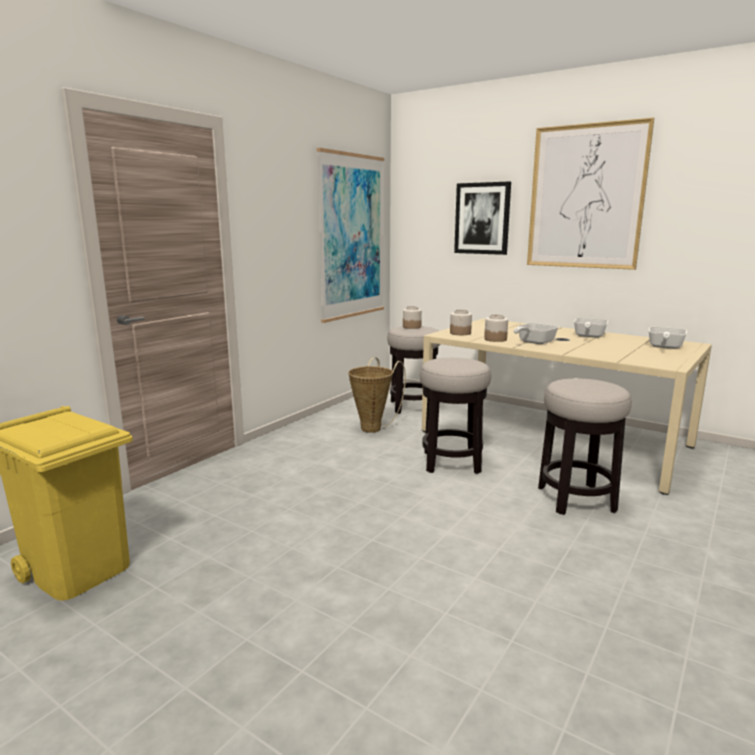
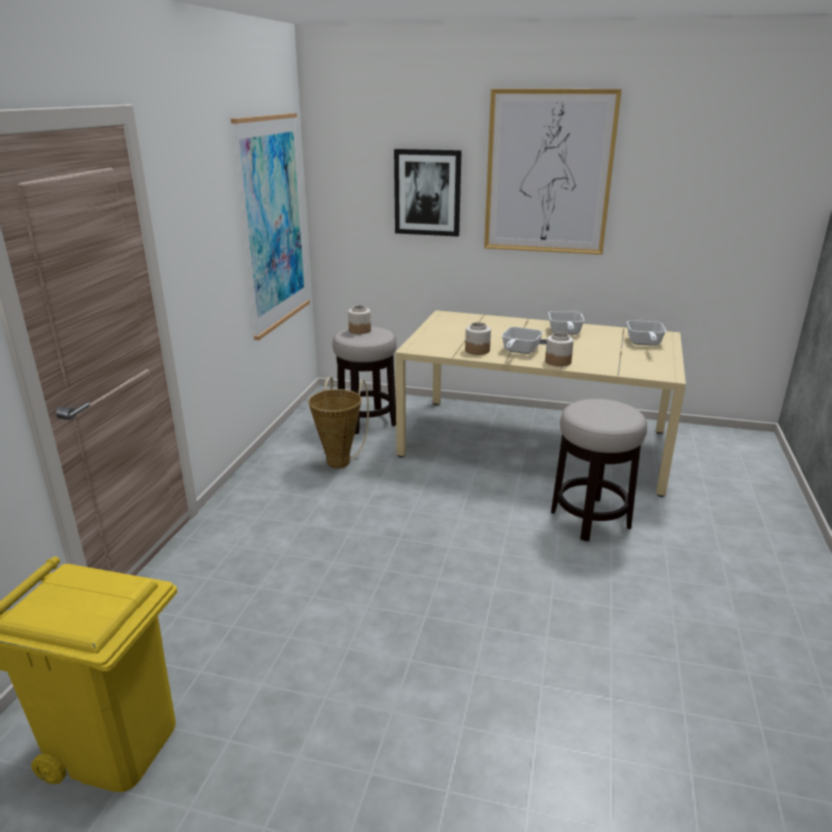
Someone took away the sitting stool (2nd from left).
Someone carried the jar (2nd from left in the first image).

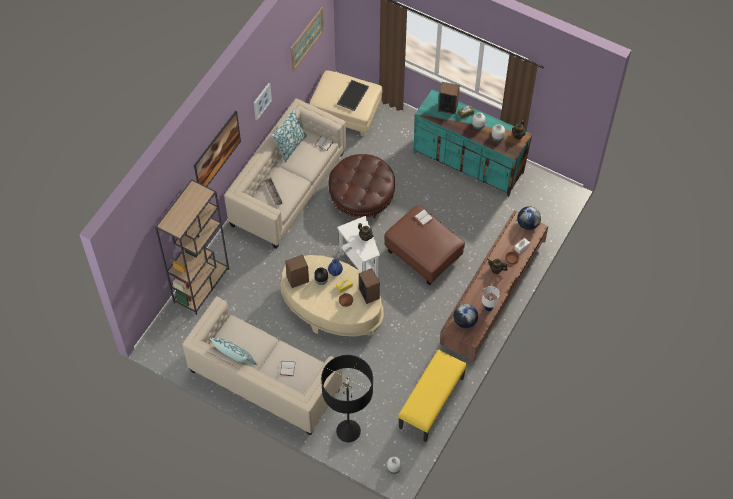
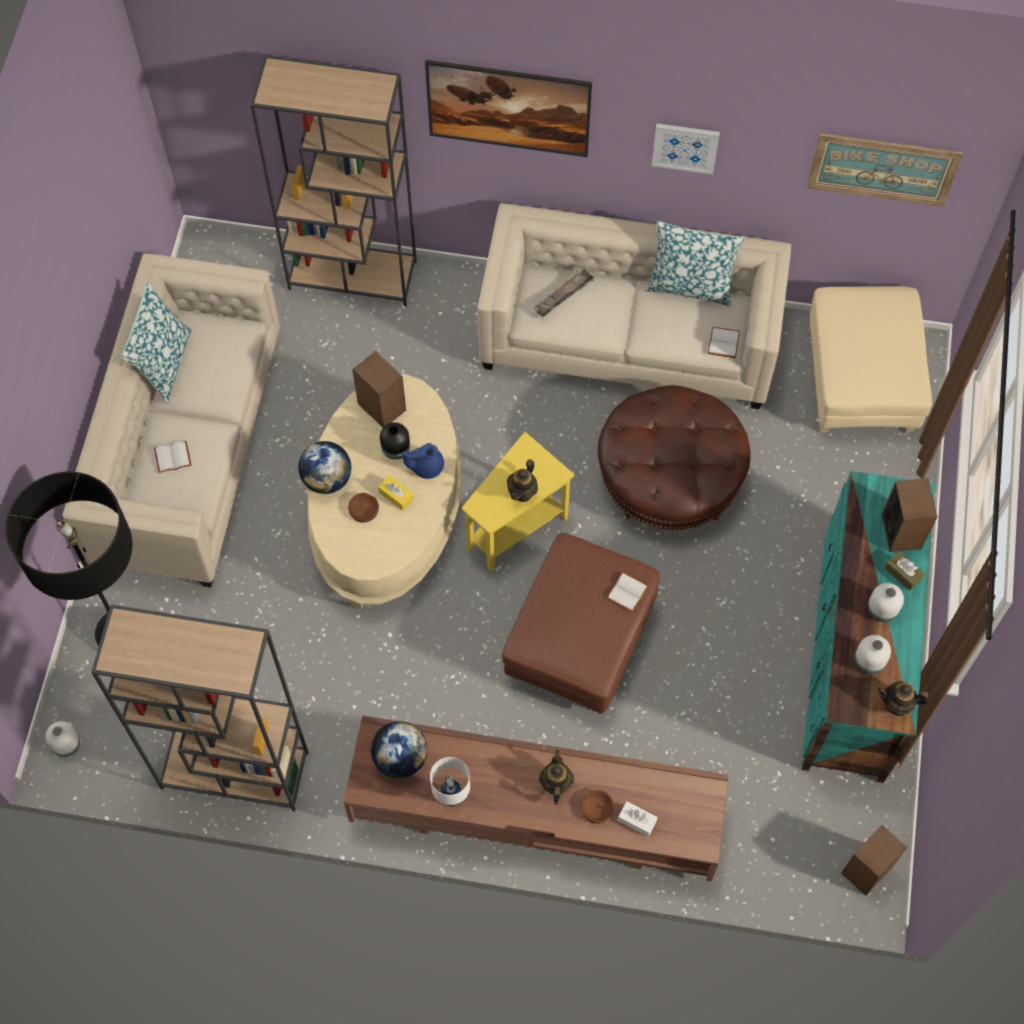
Someone took away the serving tray (2nd from left).
Someone repainted the whitish side table, which became the yellow-coloured side table.
Someone carried the speaker (2nd from left).
Someone swapped the yellow-coloured bench for the shelving unit (1st from left).
Someone carried the globe (2nd from left in the first image).

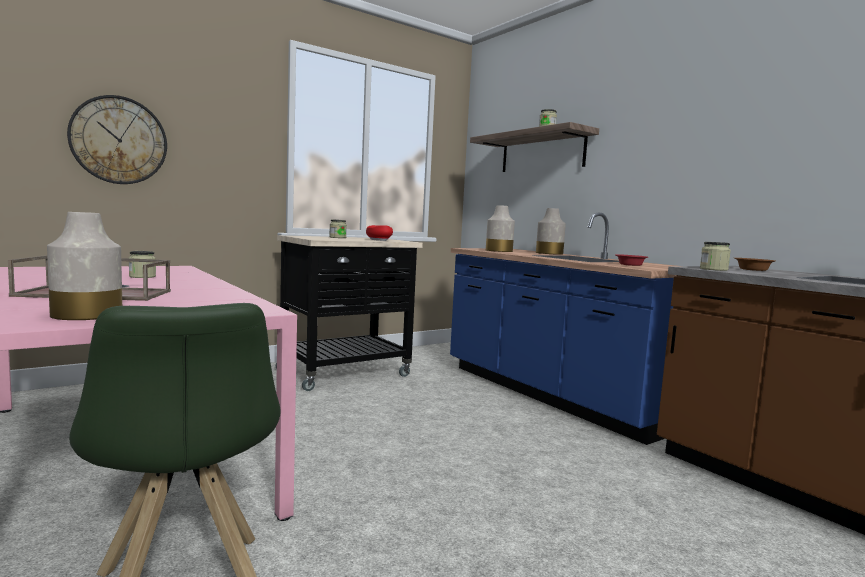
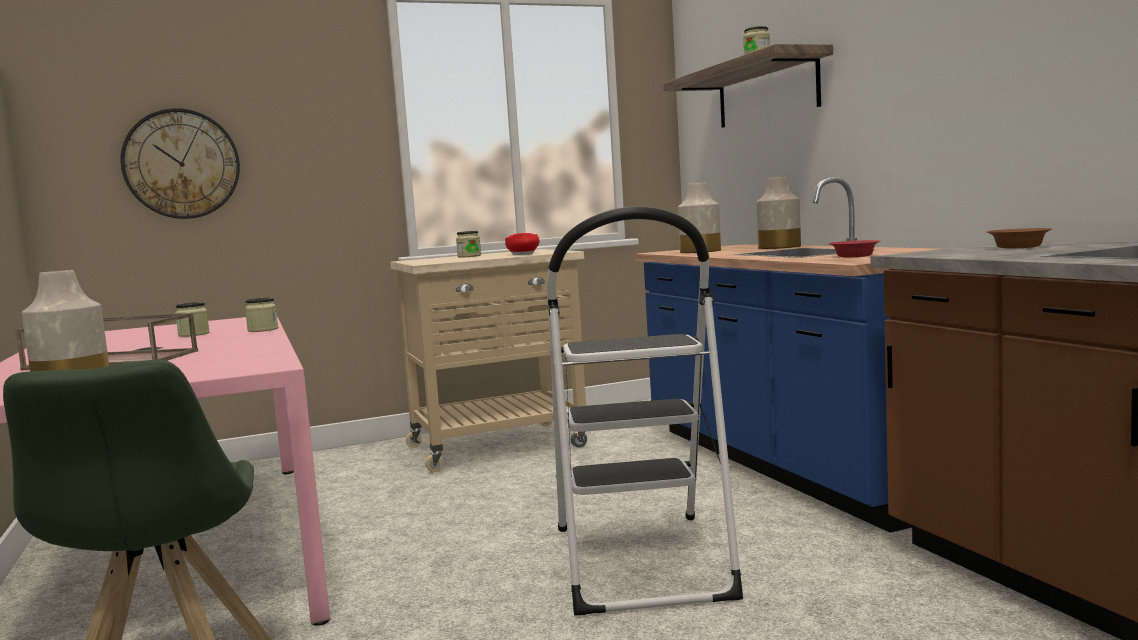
Someone repainted the black trolley, which became the beige-coloured trolley.
Someone carried the jar (4th from left in the first image).
Someone put down the step ladder.

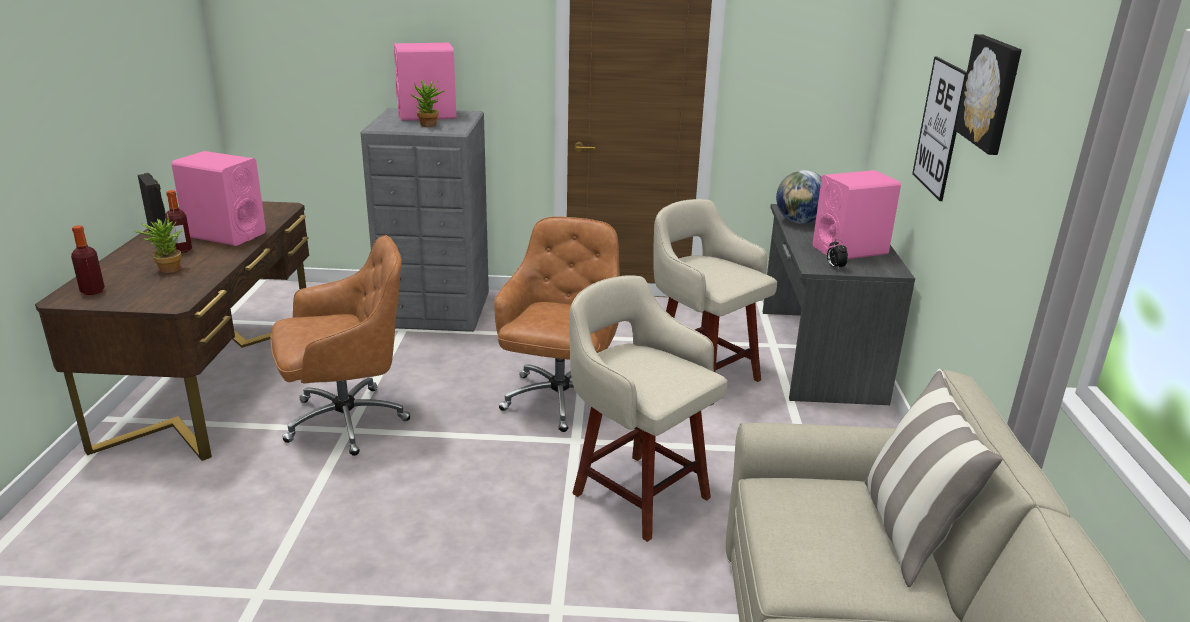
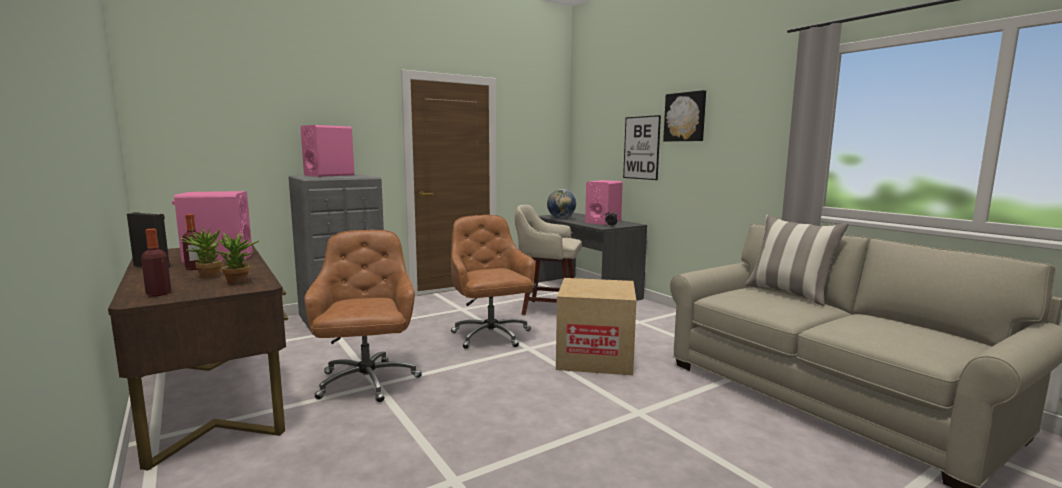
Someone rotated the brown desk chair (1st from left) by 45 degrees counterclockwise.
Someone carried the plant in a pot (2nd from left).
Someone swapped the beige-coloured sitting stool (1st from left) for the packing box.

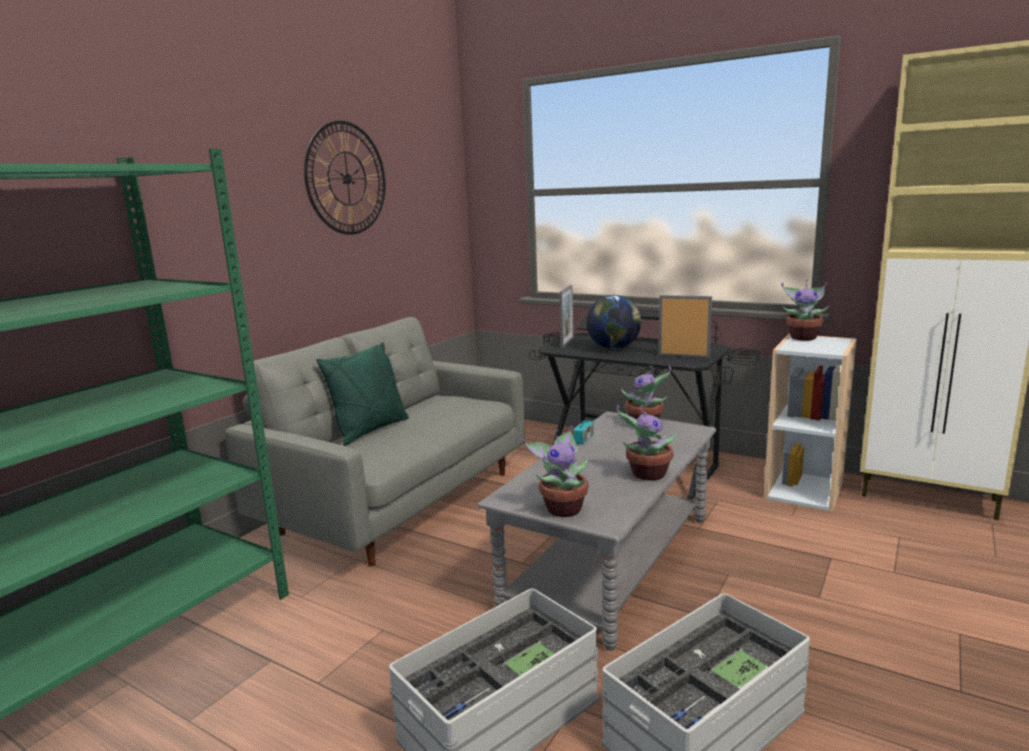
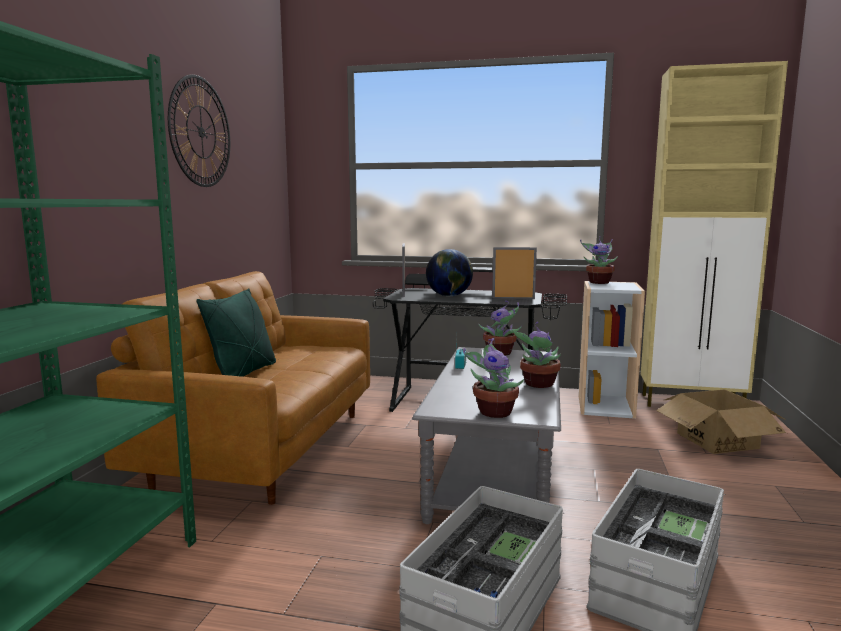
Someone repainted the greyish sofa, which became the brown sofa.
Someone put down the packing box.

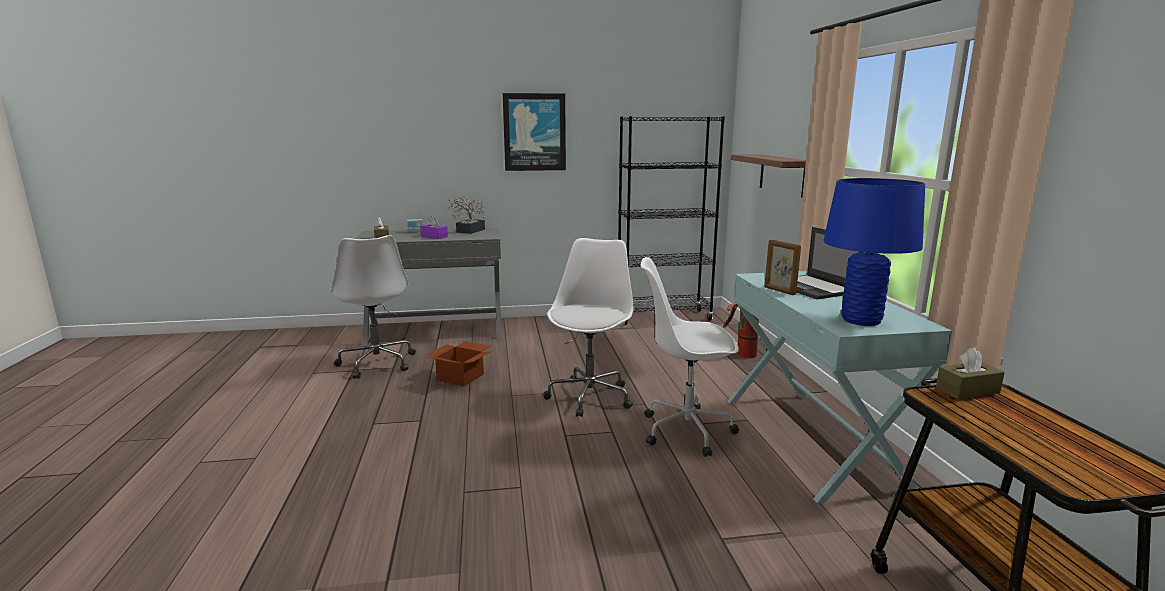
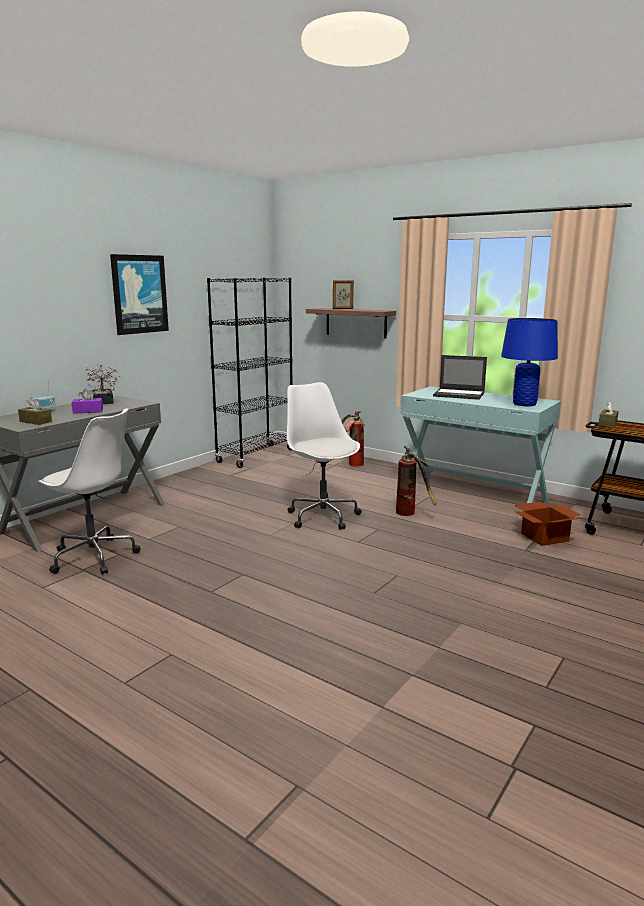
Someone carried the packing box.
Someone swapped the whitish desk chair (3rd from left) for the fire extinguisher (2nd from left).
Someone carried the standing frame.

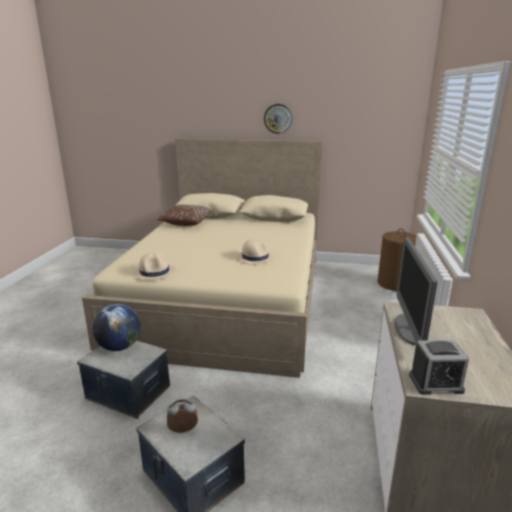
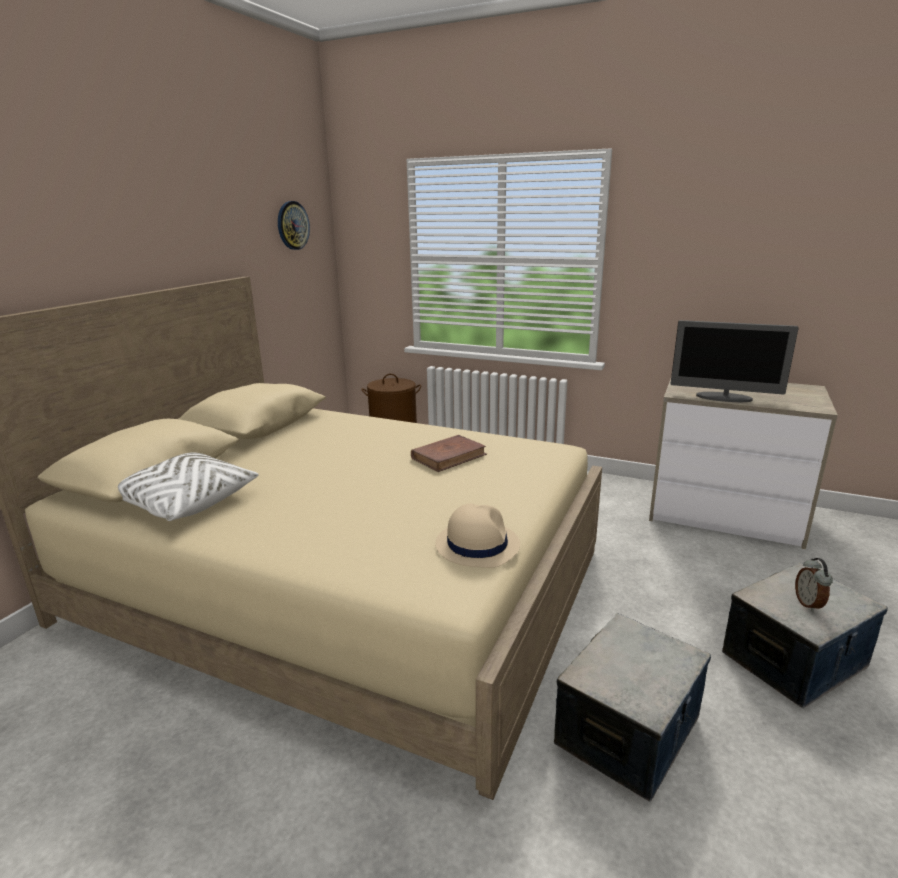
Someone took away the globe.
Someone repainted the brown pillow, which became the whitish pillow.
Someone swapped the beige-coloured clothing hat (2nd from left) for the brown book.
Someone carried the wall clock.
Someone took away the bedside clock (2nd from left).

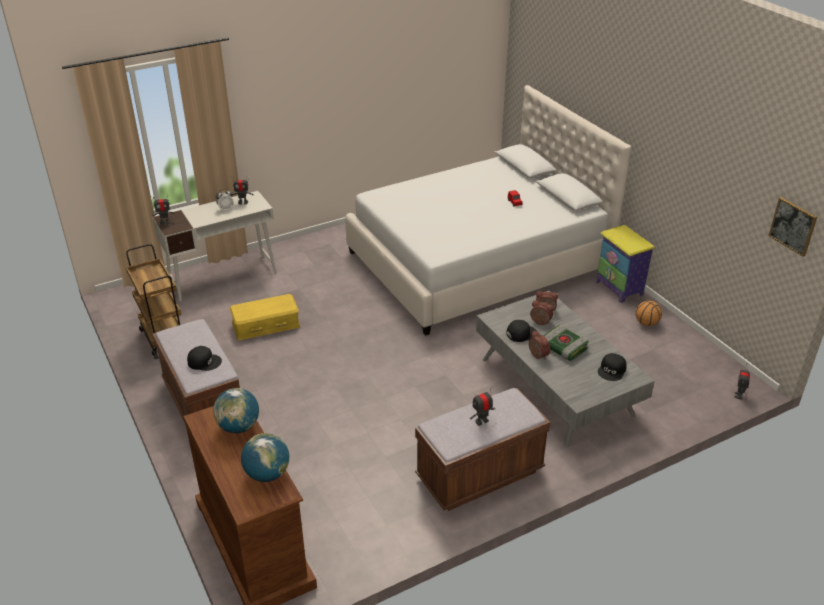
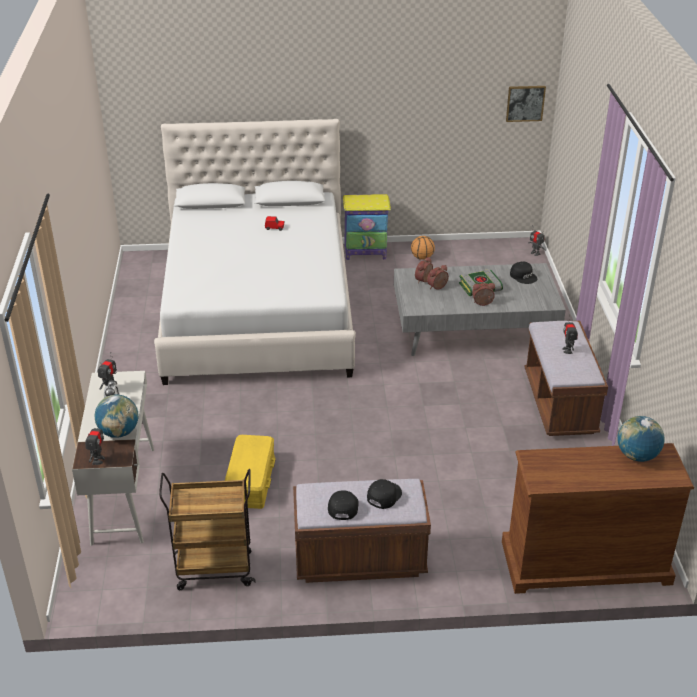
Someone carried the globe (1st from left).
Someone carried the black peaked cap (2nd from left in the first image).

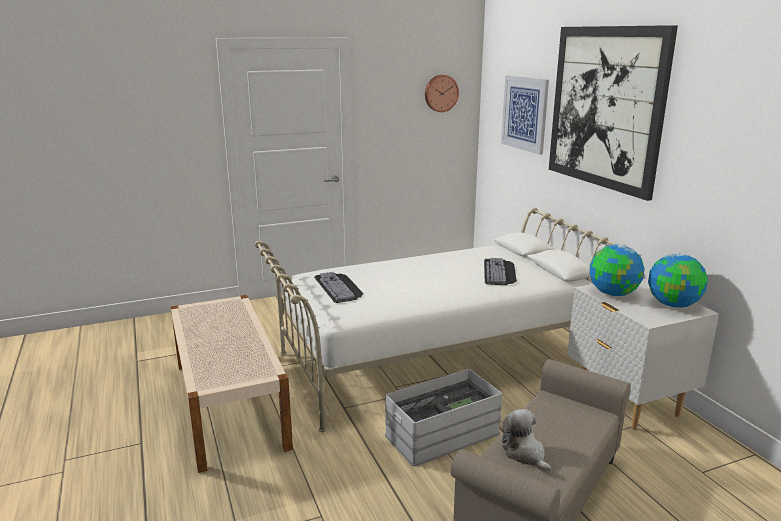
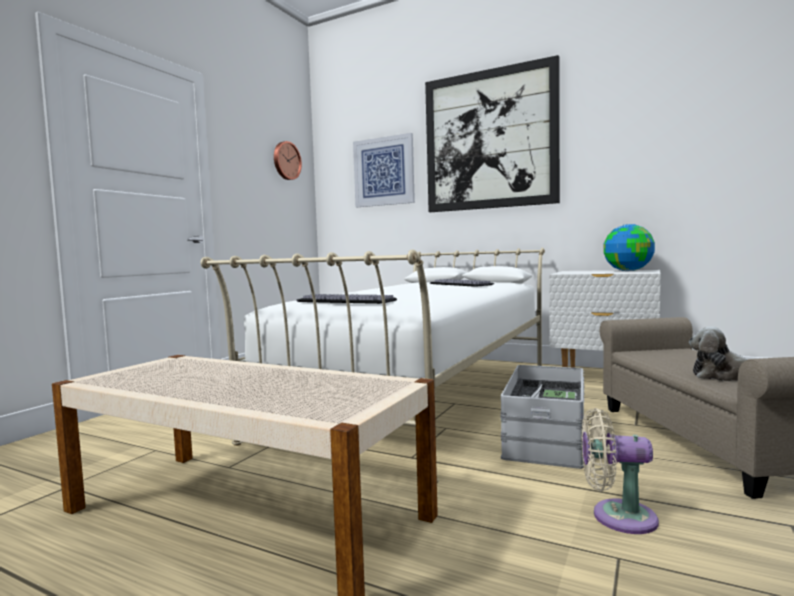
Someone took away the globe (1st from left).
Someone put down the beige-coloured electric fan.

